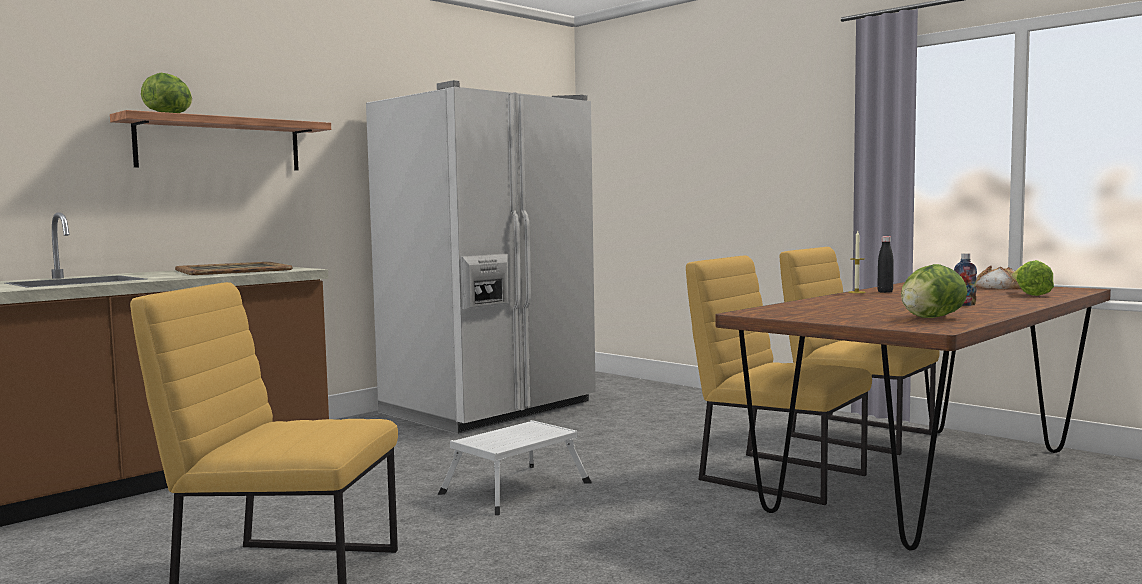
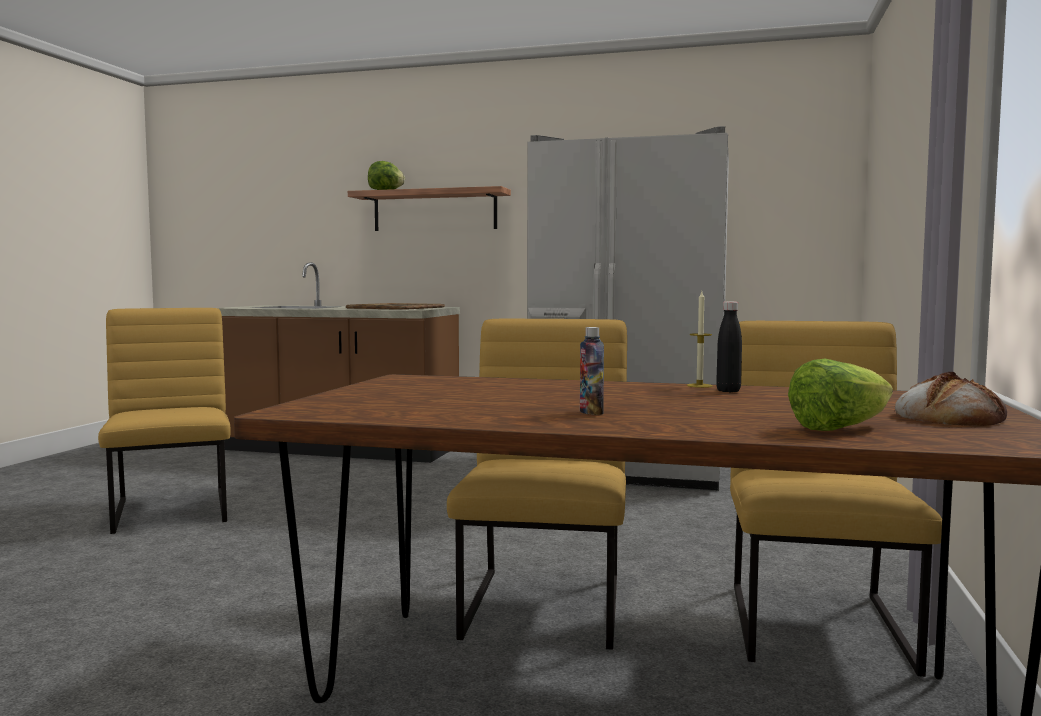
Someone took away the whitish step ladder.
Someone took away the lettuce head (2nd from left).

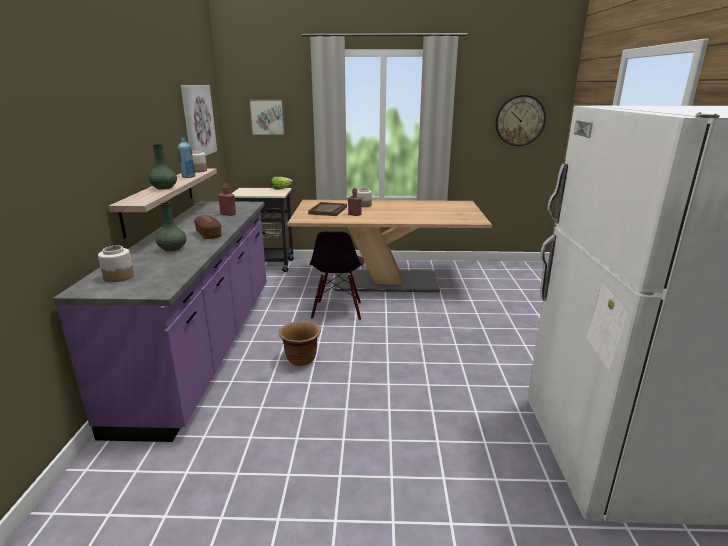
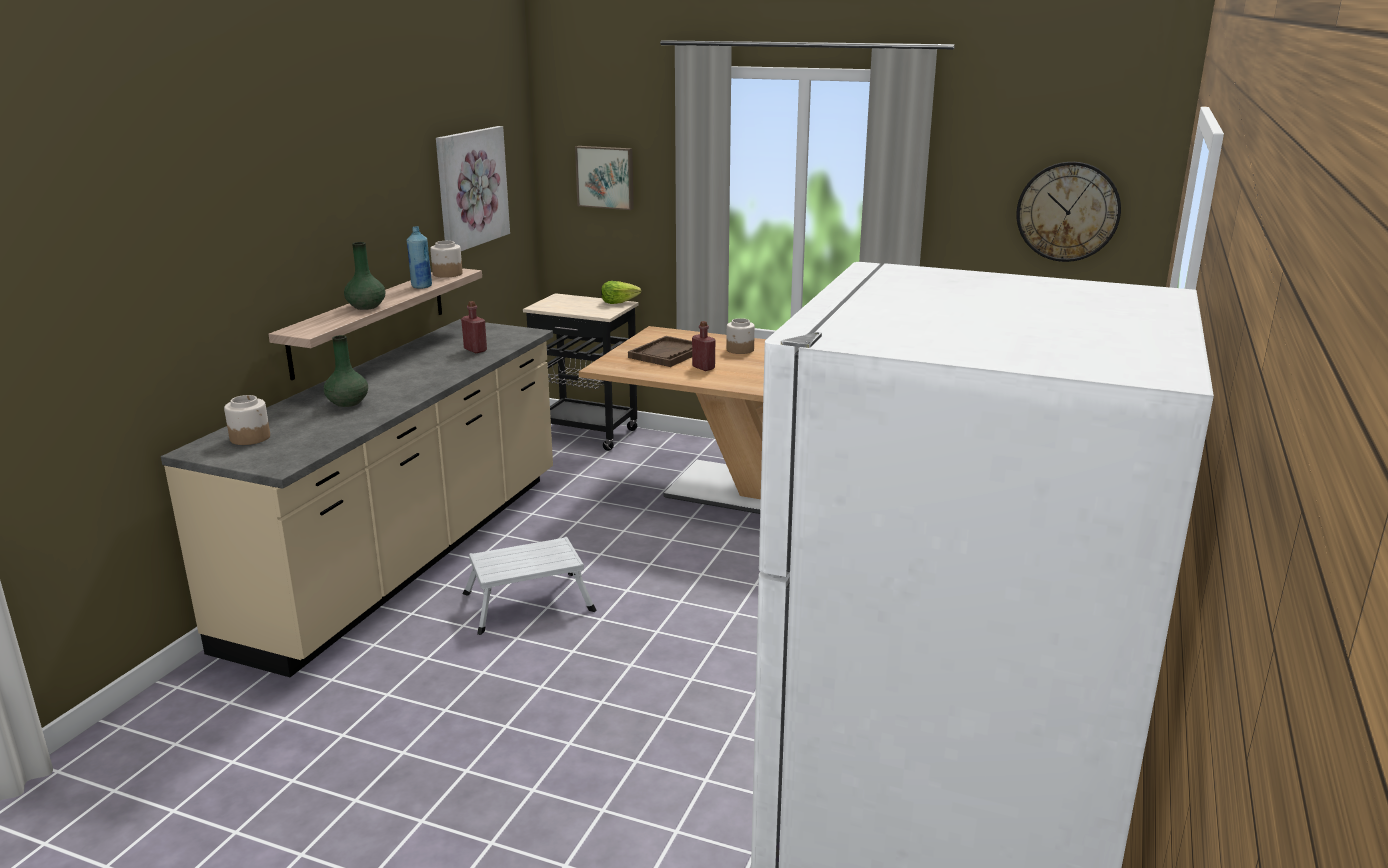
Someone repainted the purplish counter, which became the beige-coloured counter.
Someone took away the baked bread.
Someone swapped the brown flower pot for the whitish step ladder.
Someone took away the black plain chair.

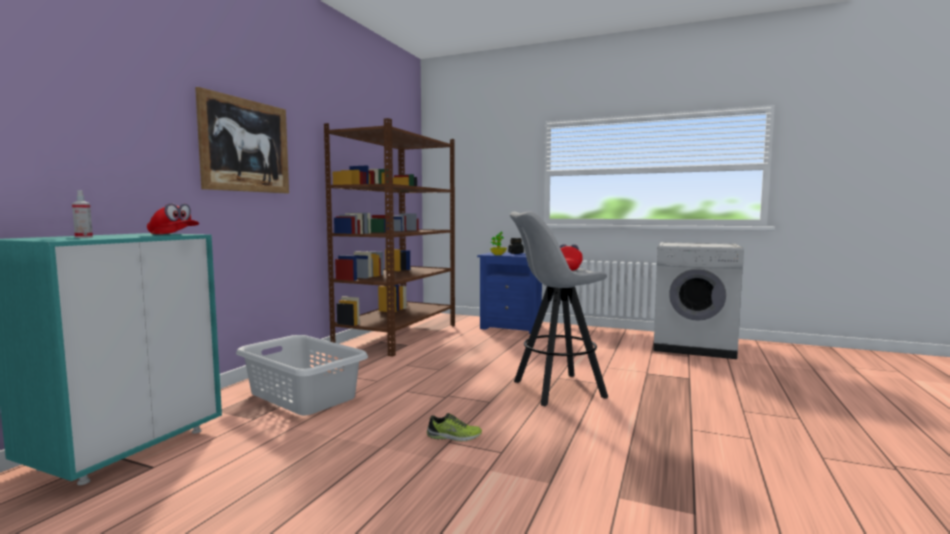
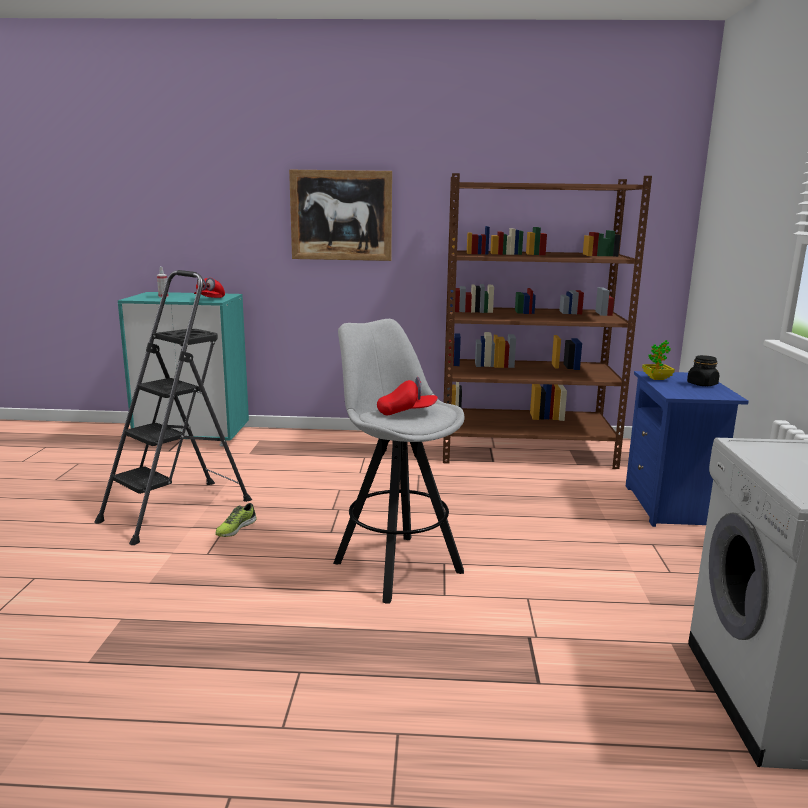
Someone took away the greyish hamper.
Someone rotated the shoe by 45 degrees clockwise.
Someone put down the step ladder.

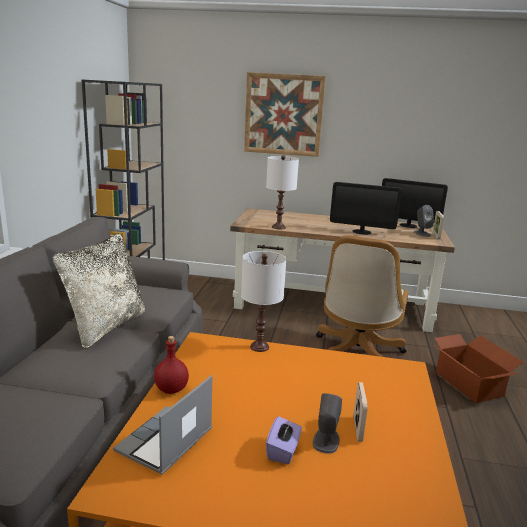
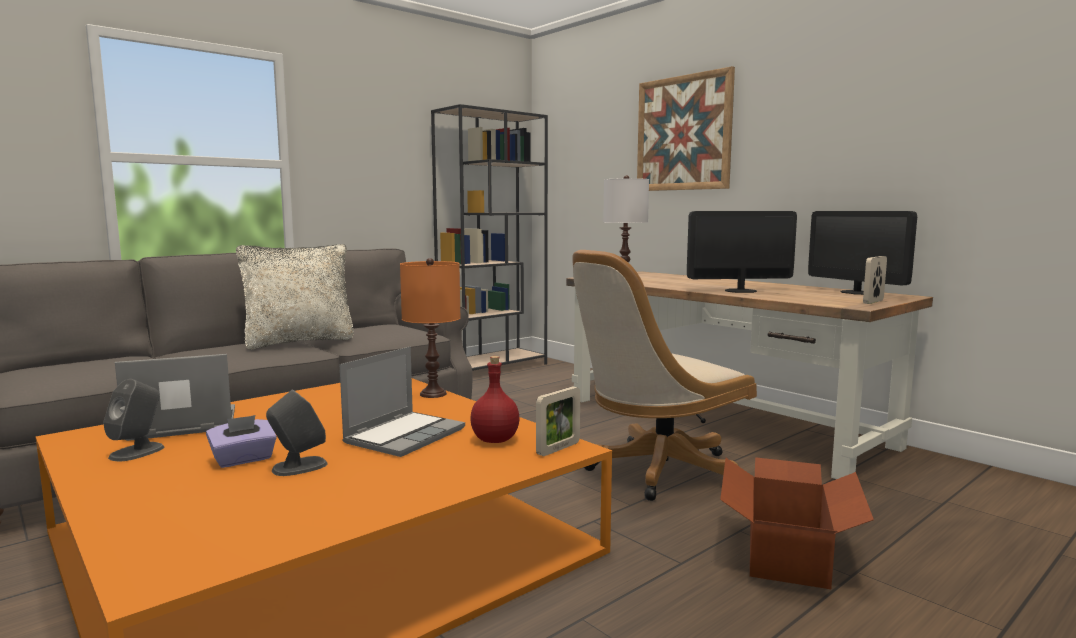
Someone carried the red-coloured drink bottle.
Someone repainted the whitish lamp for a table (1st from left), which became the orange-coloured lamp for a table.
Someone rotated the monitor (1st from left) by 120 degrees clockwise.
Someone carried the standing frame (1st from left).
Someone carried the greyish speaker (2nd from left in the first image).
Someone put down the portable computer (2nd from left).

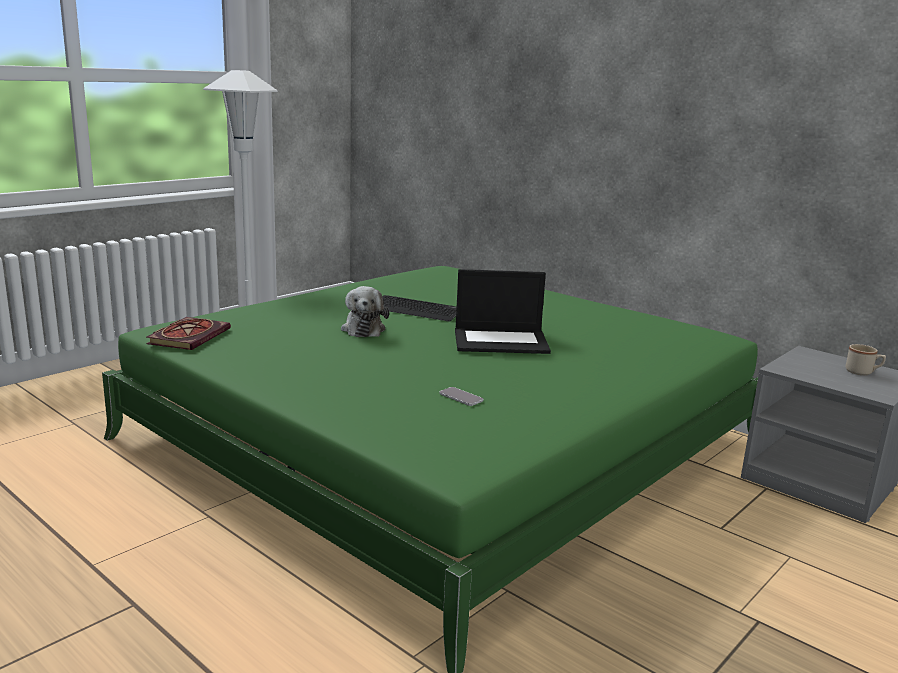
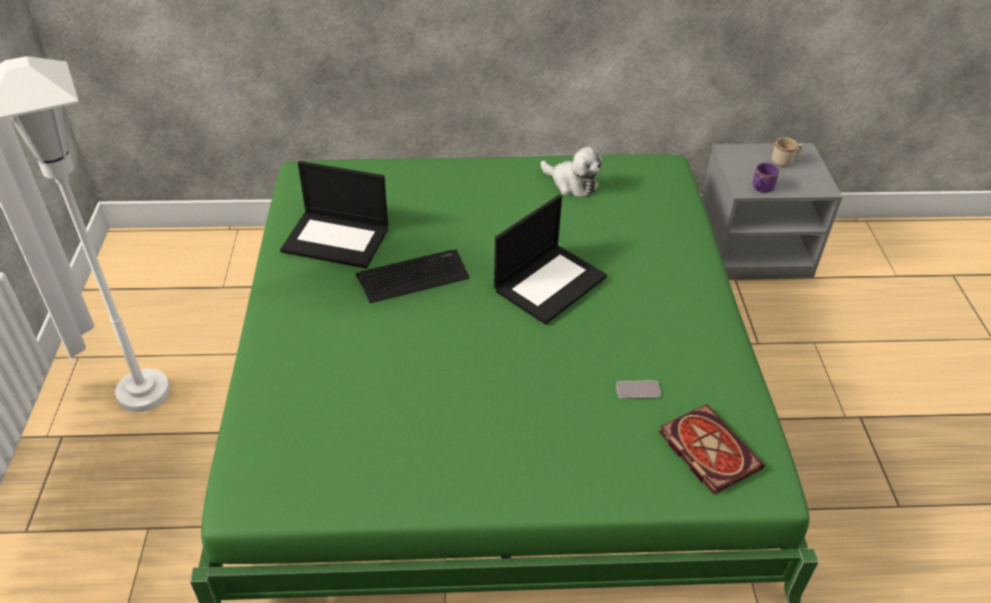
Someone carried the book.
Someone carried the soft toy.
Someone put down the portable computer (1st from left).
Someone put down the purplish tea mug.

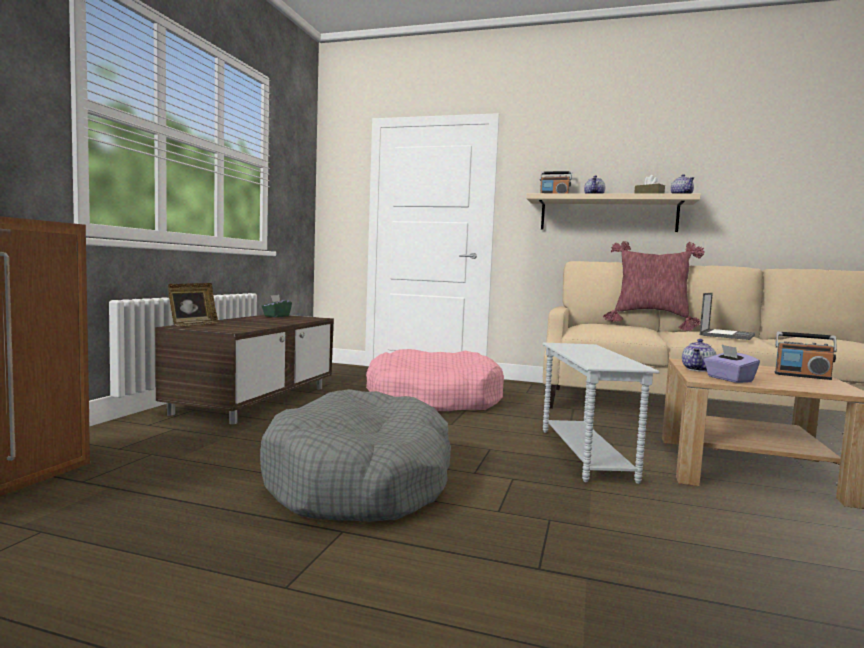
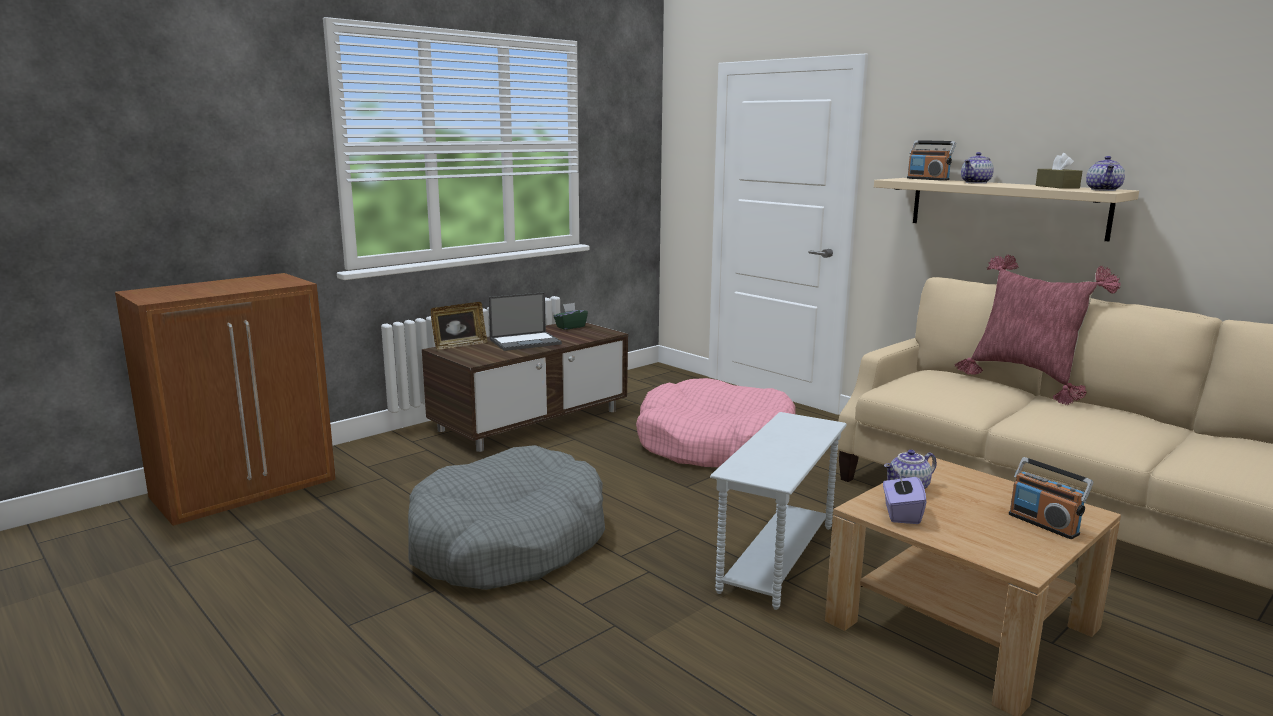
Someone carried the portable computer.

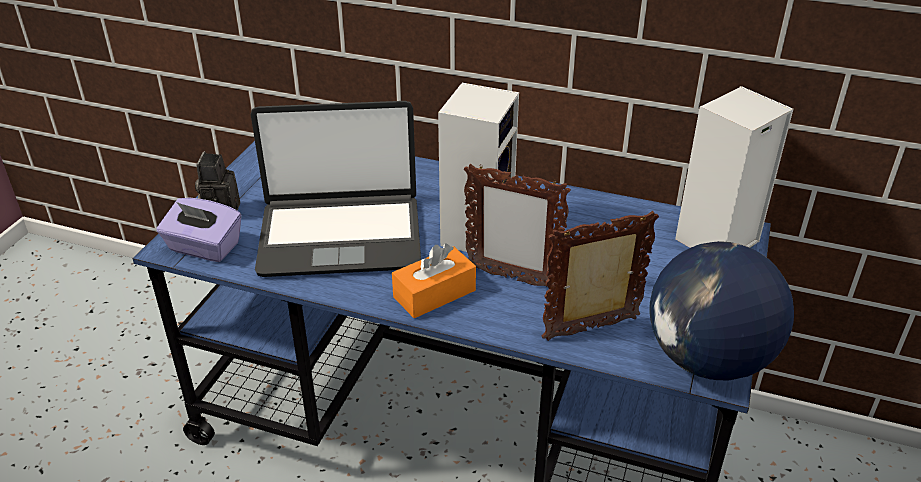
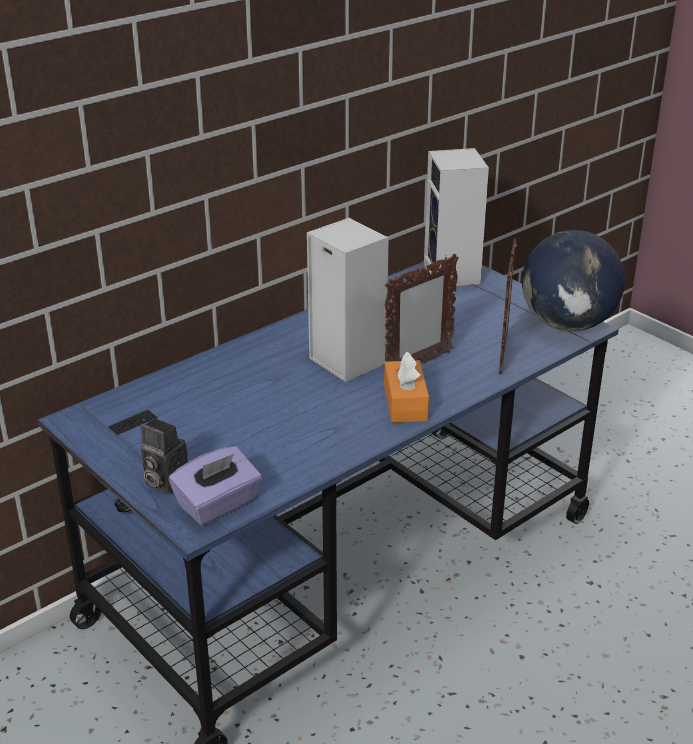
Someone took away the portable computer.

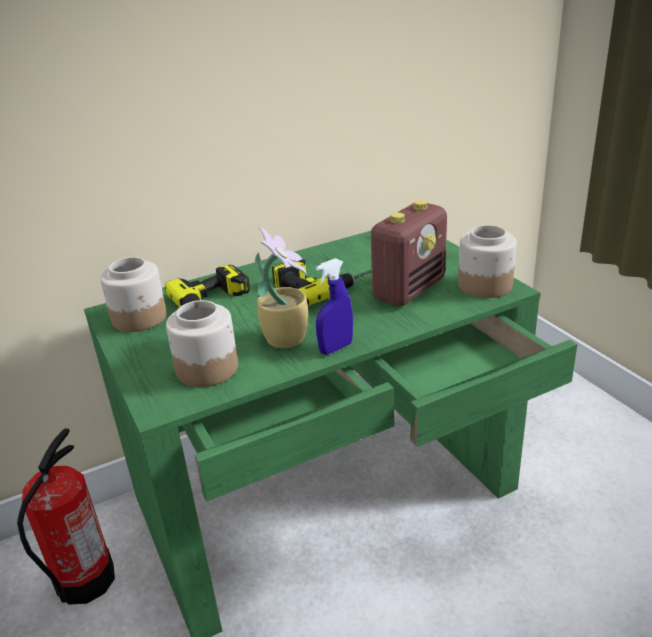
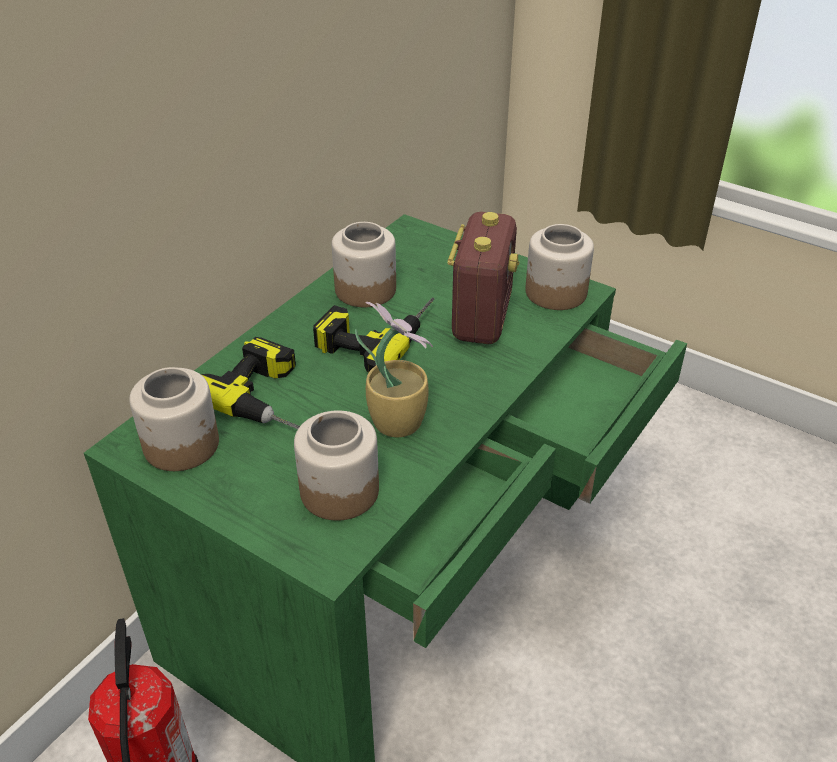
Someone took away the bluish sprayer.
Someone put down the jar (3rd from left).

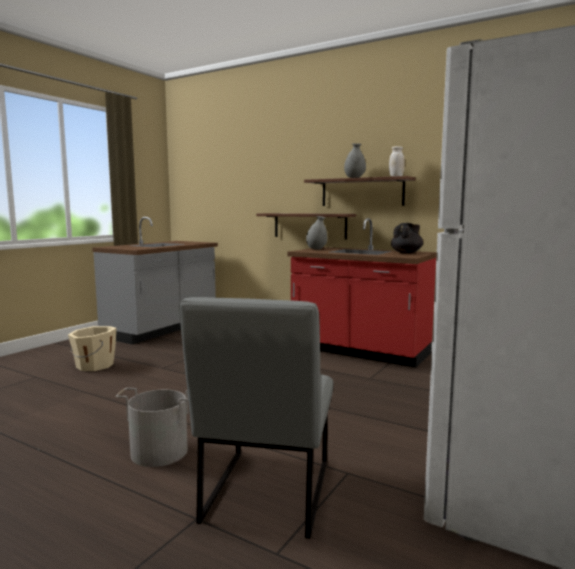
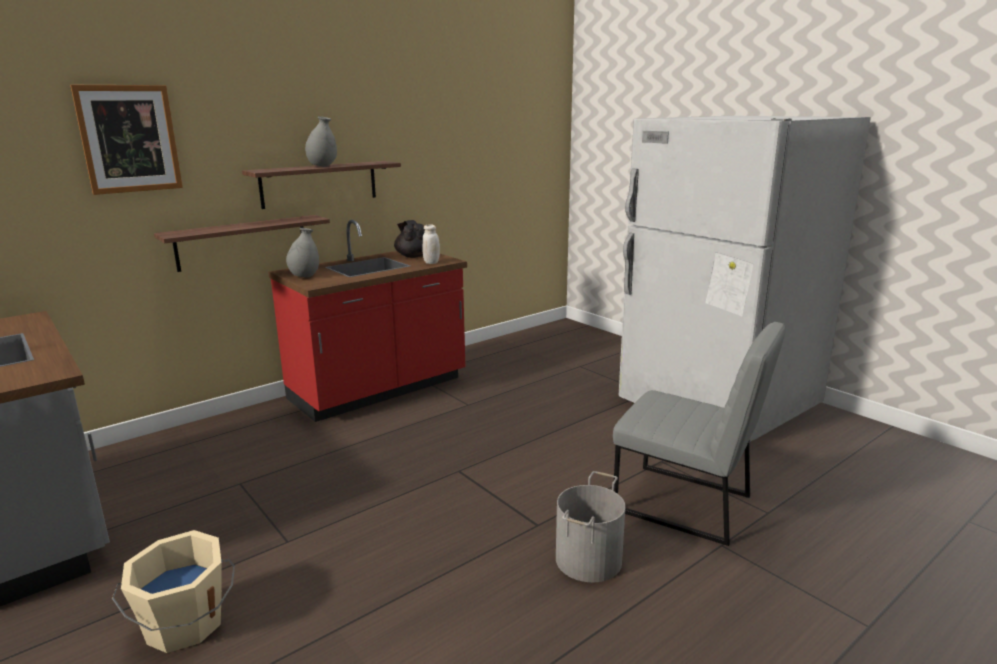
Someone carried the whitish jar.
Someone put up the wall picture.

